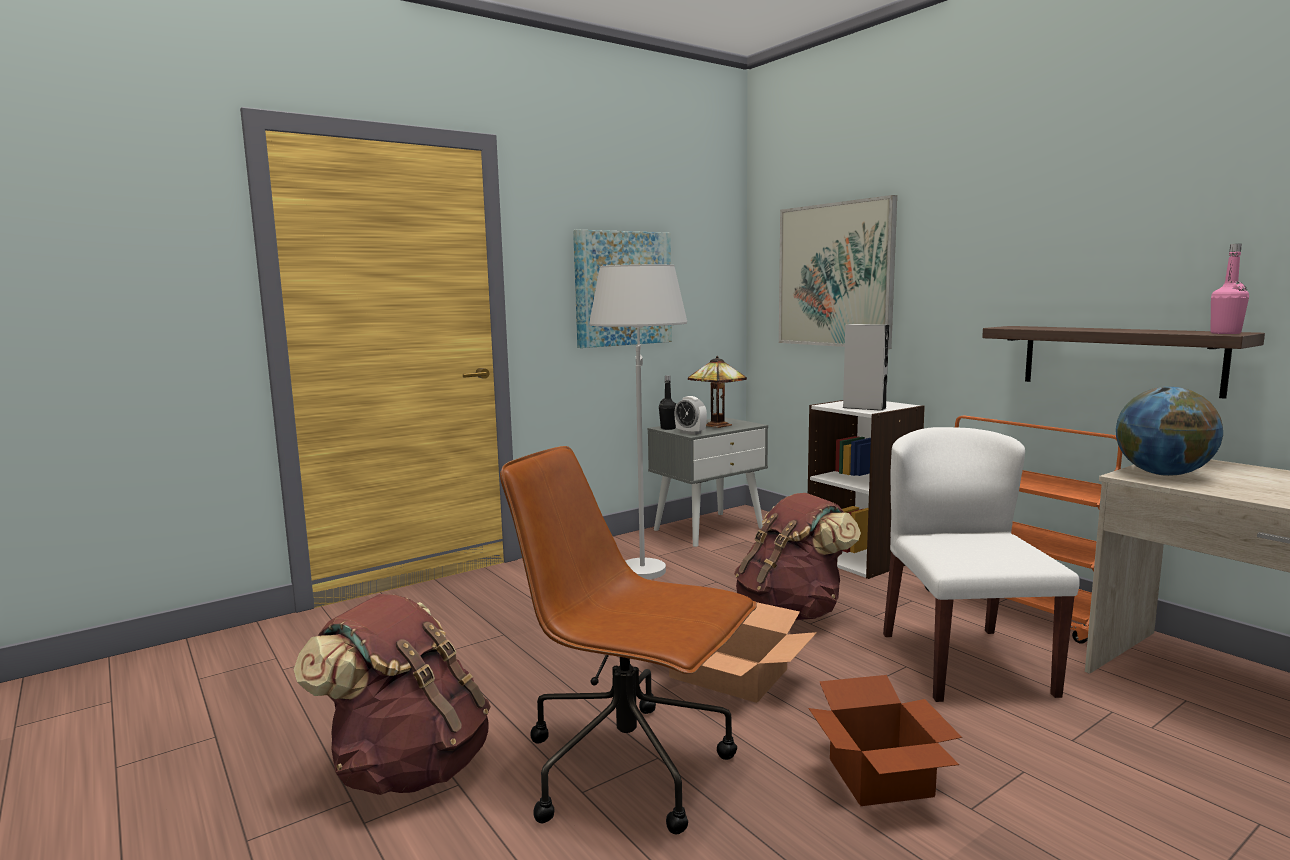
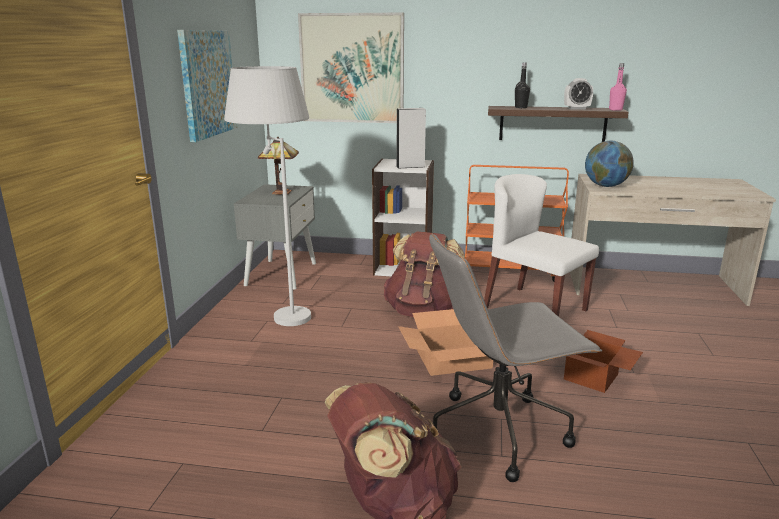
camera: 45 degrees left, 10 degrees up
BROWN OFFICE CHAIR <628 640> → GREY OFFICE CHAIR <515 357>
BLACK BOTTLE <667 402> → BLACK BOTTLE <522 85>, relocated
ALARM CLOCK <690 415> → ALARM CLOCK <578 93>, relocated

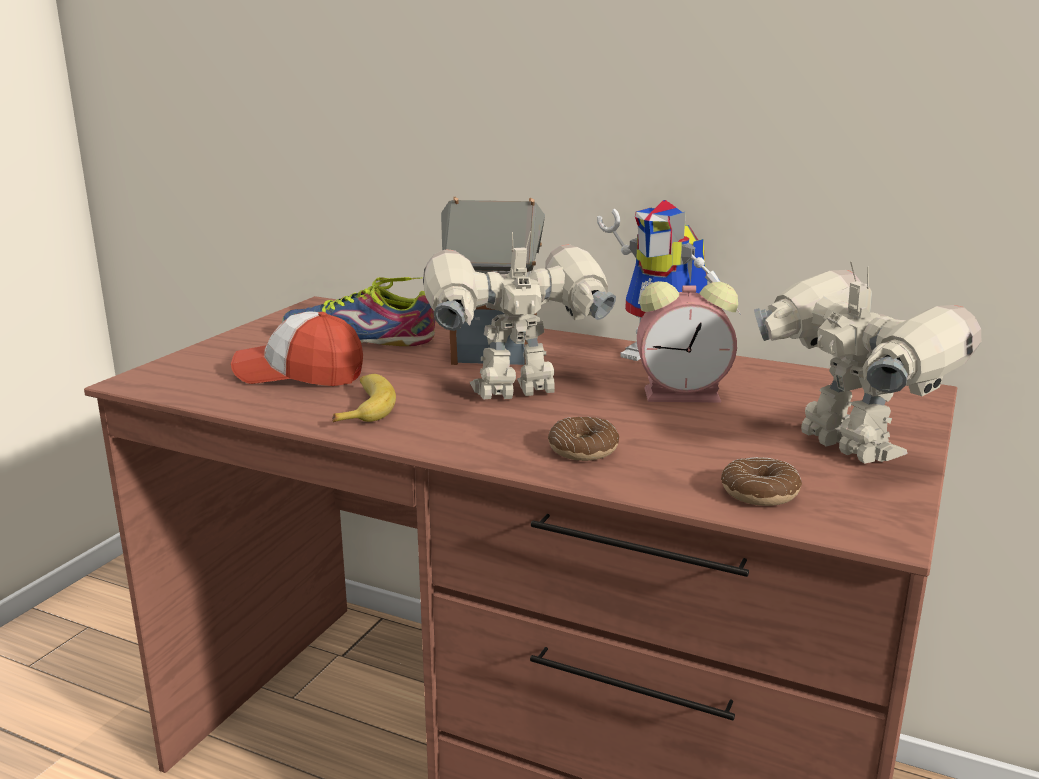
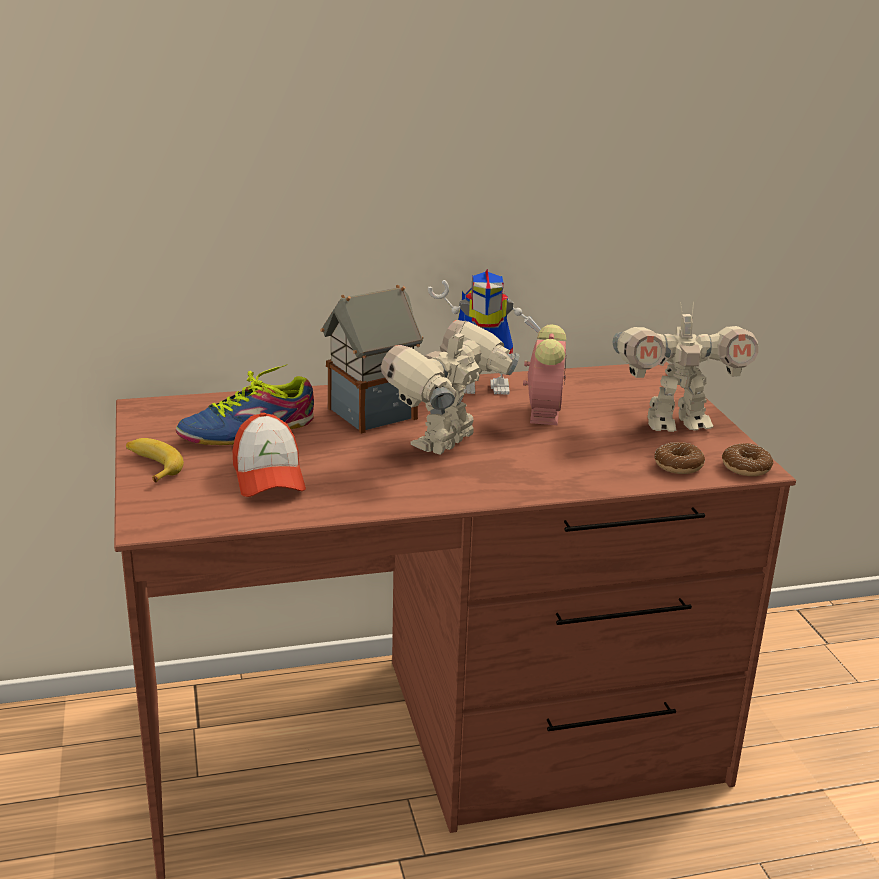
camera: 40 degrees left, 5 degrees up
BANANA <364 398> → BANANA <155 460>, relocated
CAP <297 348> → CAP <269 455>, 75 degrees counterclockwise
ALARM CLOCK <687 341> → ALARM CLOCK <544 374>, 45 degrees counterclockwise
TOY ROBOT <867 363> → TOY ROBOT <685 367>, 150 degrees clockwise
DONUT <583 439> → DONUT <747 459>, relocated

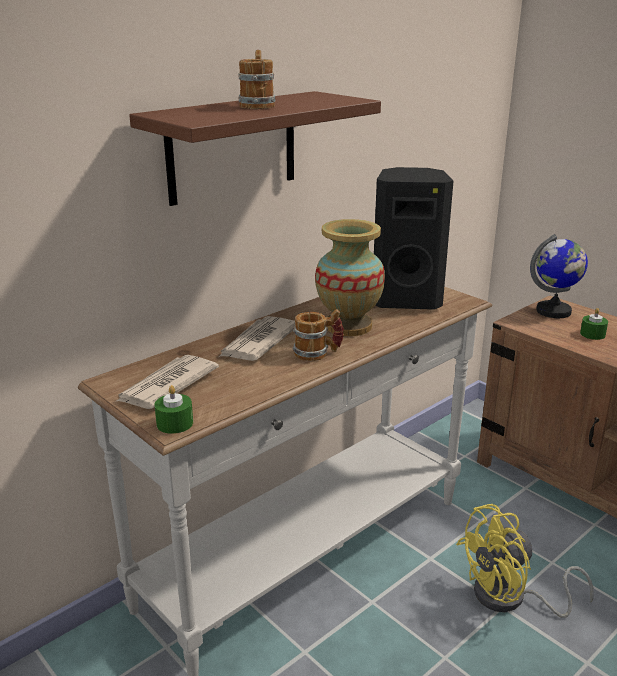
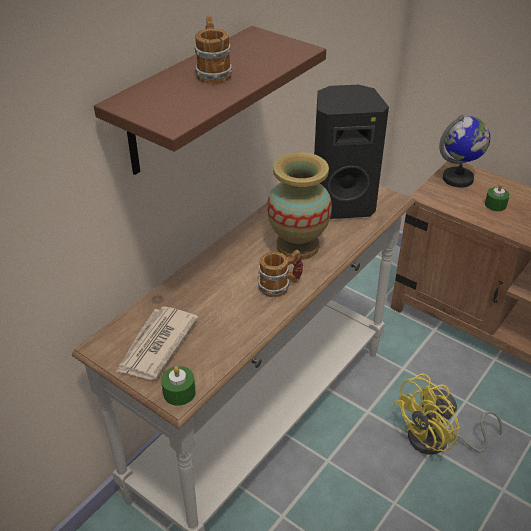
camera: 10 degrees left, 15 degrees up
NEWSPAPER <257 338> → -

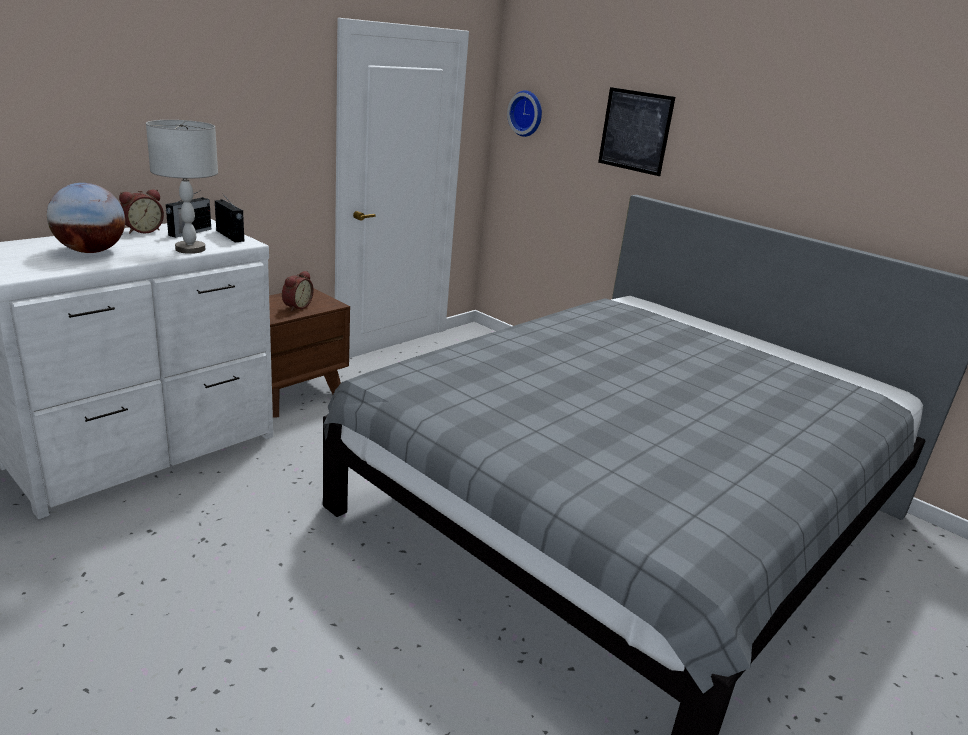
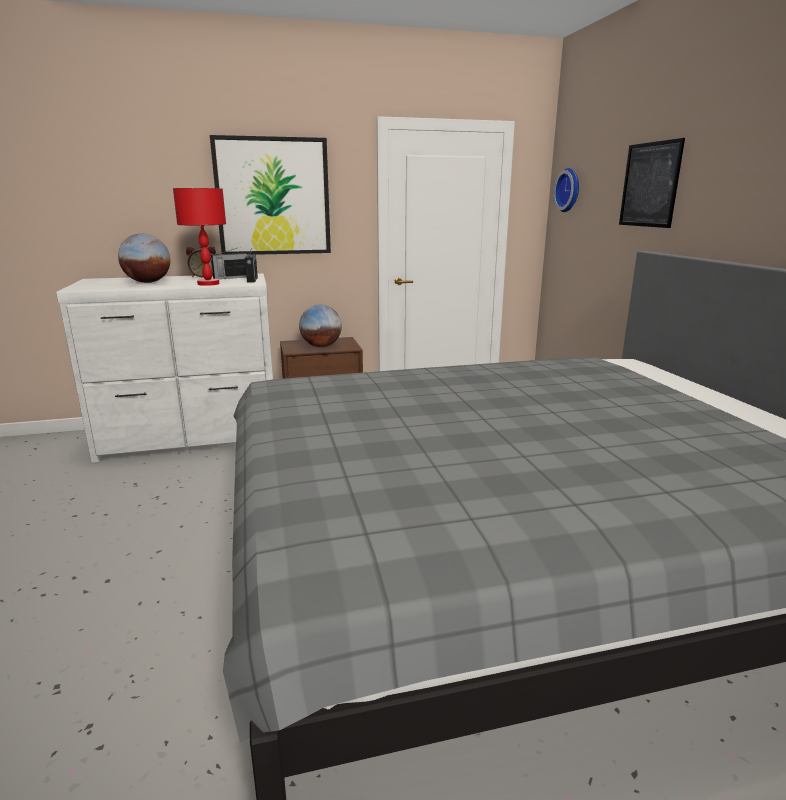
camera: 35 degrees right, 5 degrees down
GREY TABLE LAMP <182 187> → RED TABLE LAMP <199 237>
- → PICTURE <270 195>
ALARM CLOCK <298 291> → GLOBE <320 326>

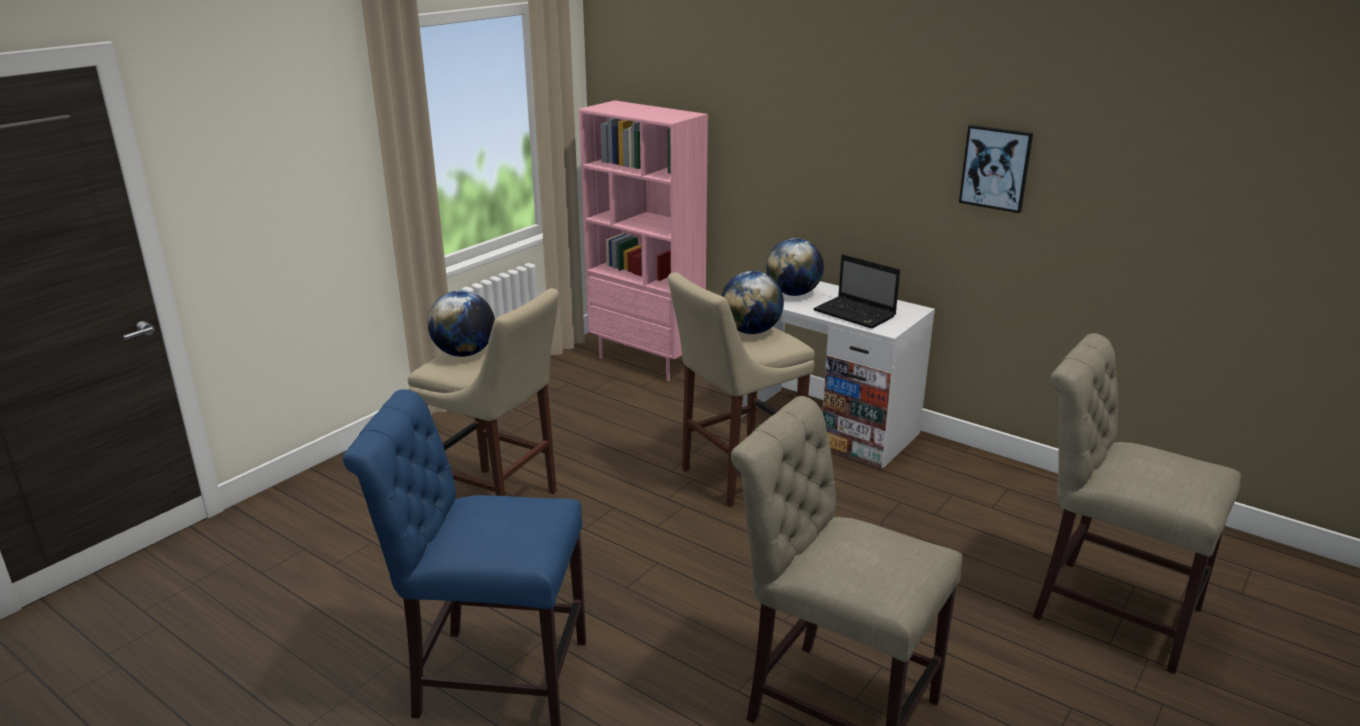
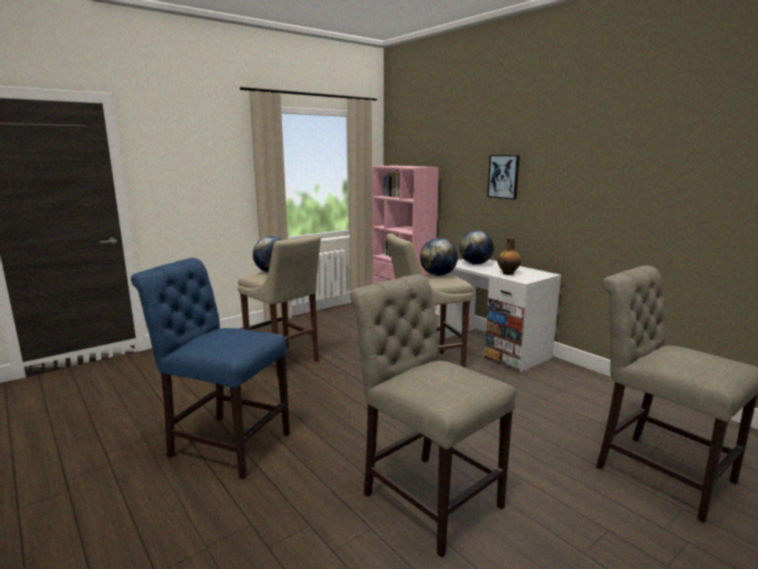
camera: 15 degrees right, 10 degrees down
PICTURE <996 169> → PICTURE <503 177>, relocated
LAPTOP <856 291> → BOTTLE <509 256>

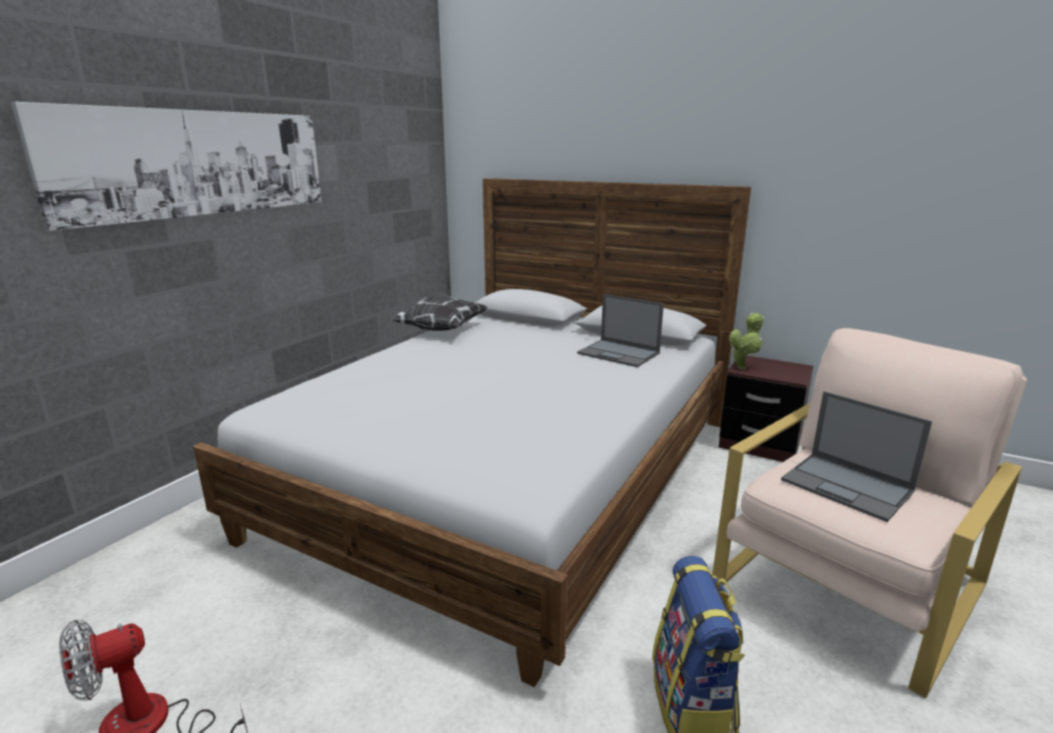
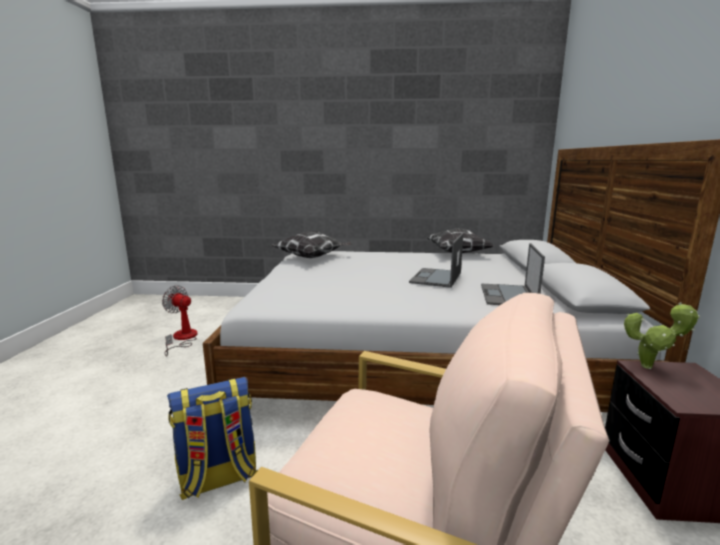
camera: 65 degrees right, 5 degrees down
- → PILLOW <311 244>
LAPTOP <856 456> → LAPTOP <436 260>, relocated
PICTURE <166 166> → -

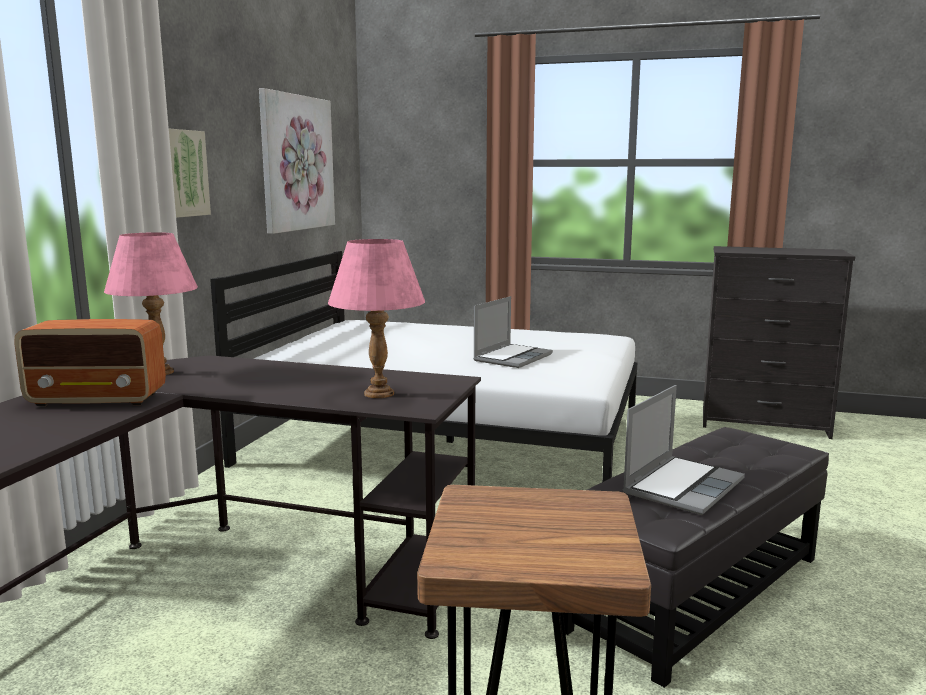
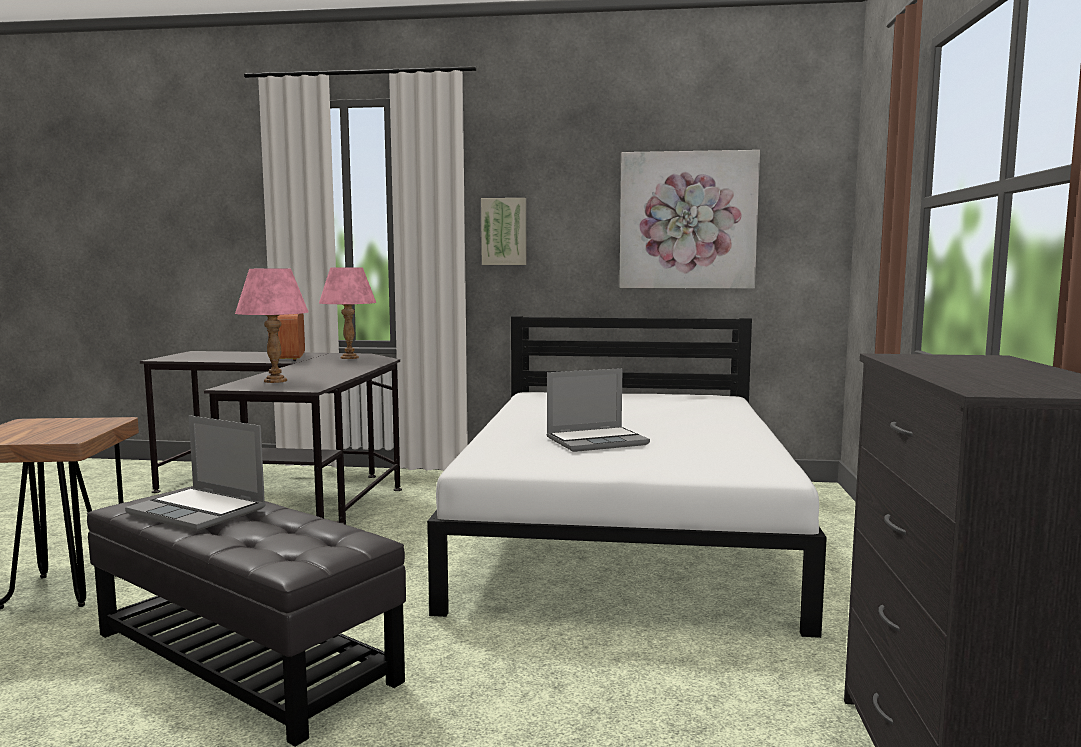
camera: 80 degrees right, 5 degrees down
LAPTOP <513 332> → LAPTOP <598 410>, 45 degrees counterclockwise

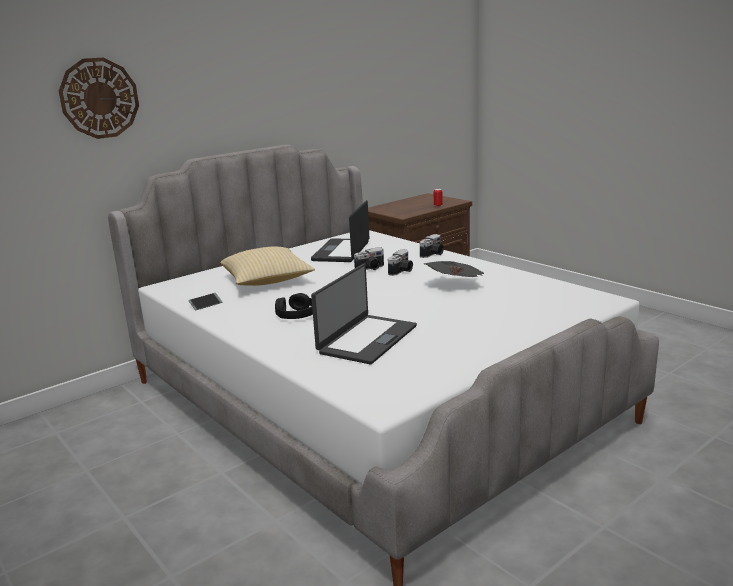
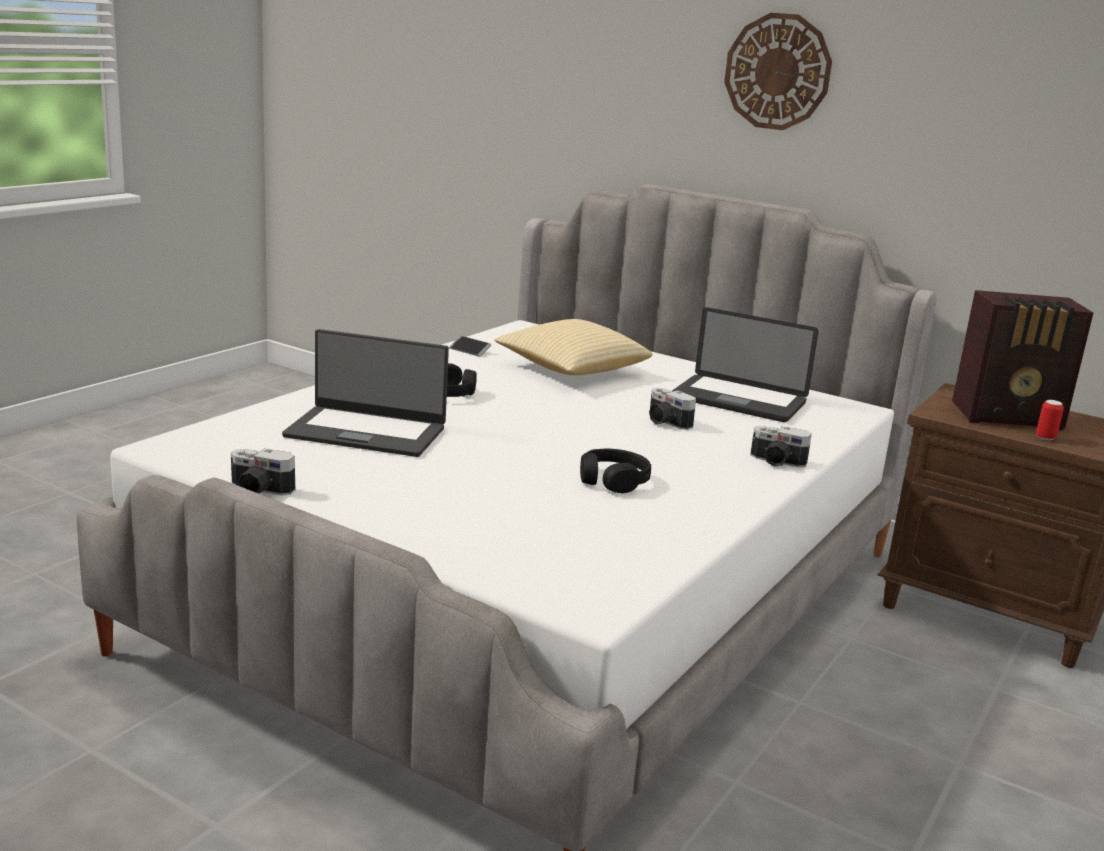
camera: 70 degrees right, 0 degrees up
PHOTO CAMERA <400 262> → PHOTO CAMERA <263 472>, relocated
NEWSPAPER <454 269> → BLACK HEADPHONES <615 471>
LAPTOP <340 231> → LAPTOP <745 364>, 150 degrees counterclockwise
WALL CLOCK <99 98> → WALL CLOCK <778 71>, relocated
- → RADIO <1022 360>

